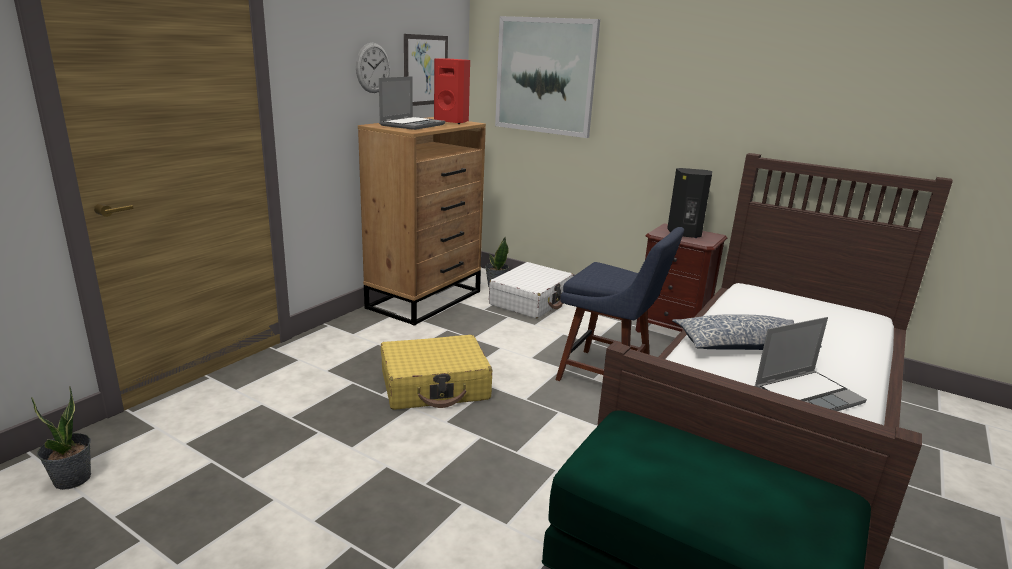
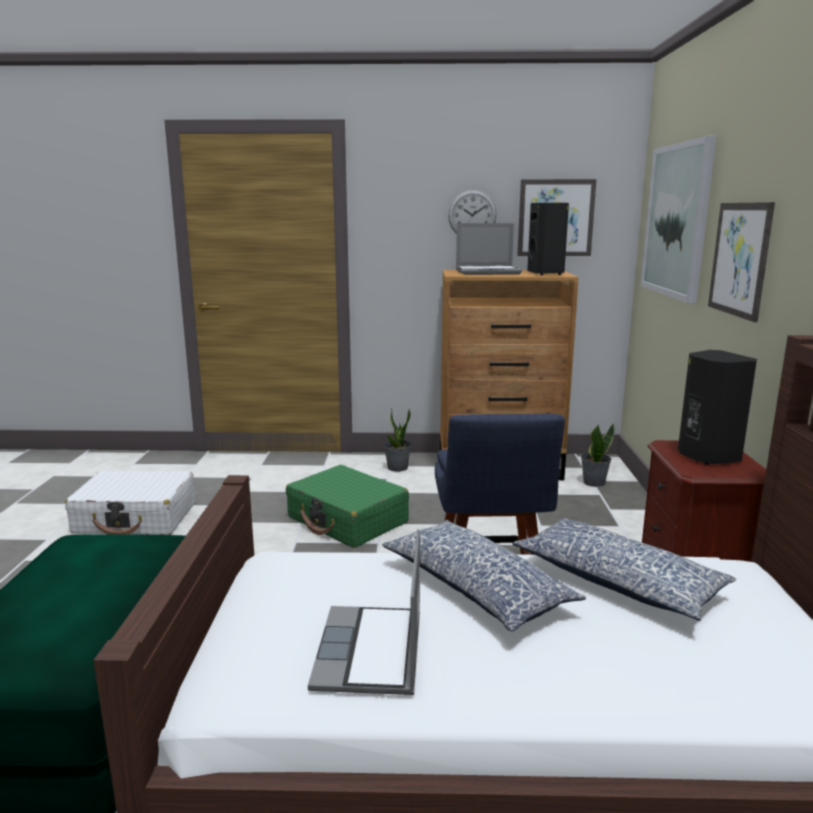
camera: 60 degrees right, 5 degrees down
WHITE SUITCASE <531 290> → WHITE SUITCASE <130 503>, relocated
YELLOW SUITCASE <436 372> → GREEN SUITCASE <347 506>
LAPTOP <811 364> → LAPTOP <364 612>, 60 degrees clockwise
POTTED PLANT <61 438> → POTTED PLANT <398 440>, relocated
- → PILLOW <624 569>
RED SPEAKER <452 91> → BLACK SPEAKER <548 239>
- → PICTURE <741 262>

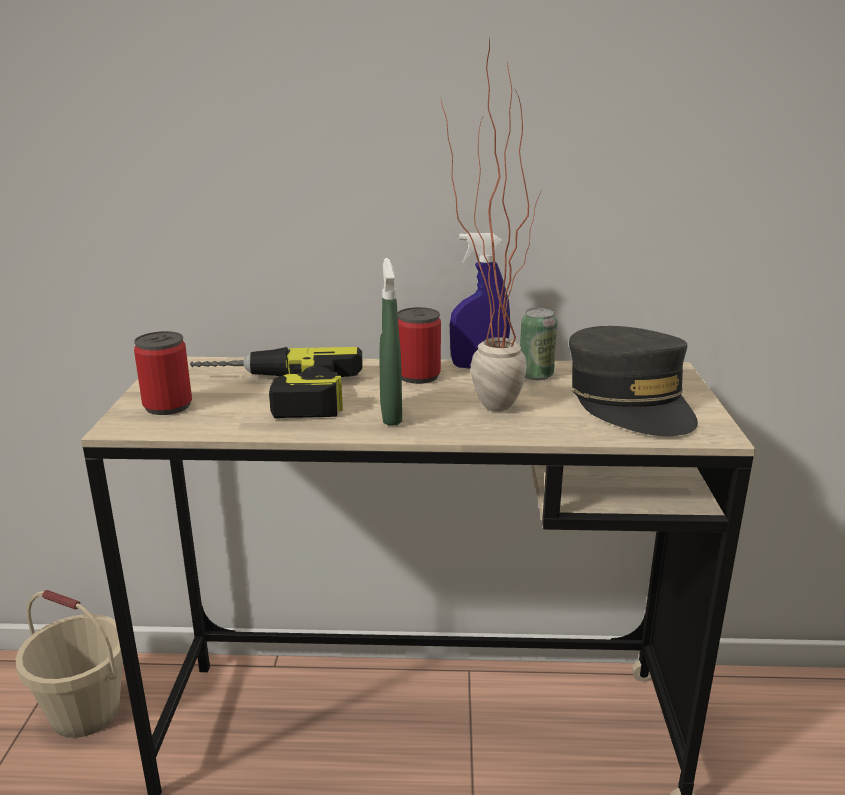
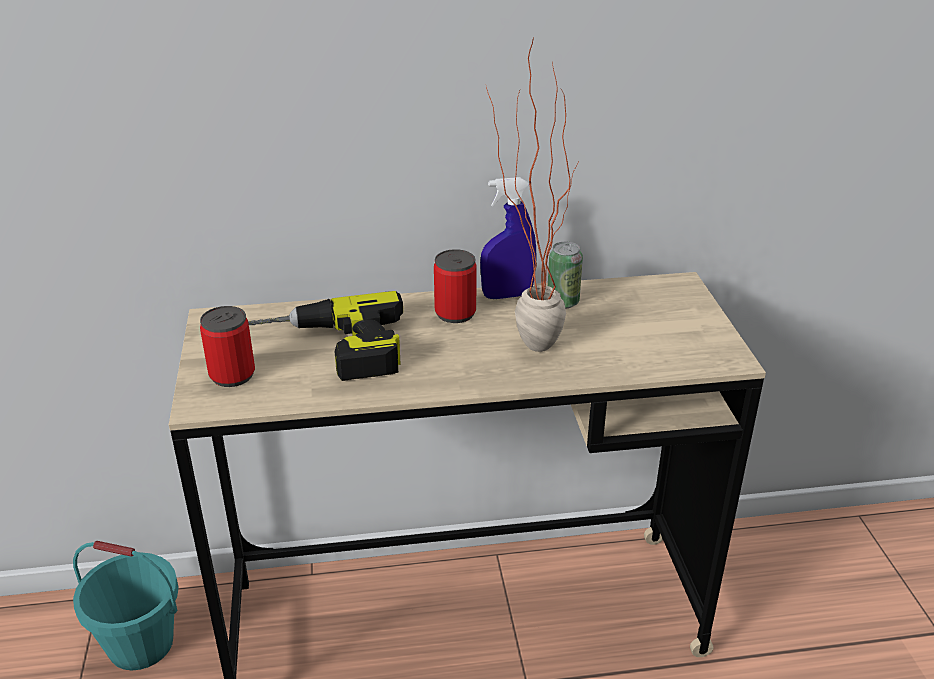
camera: 10 degrees left, 10 degrees up
BEIGE BUCKET <69 664> → TURQUOISE BUCKET <126 606>
GREEN SPRAY BOTTLE <390 342> → -
GREY CAP <633 381> → -

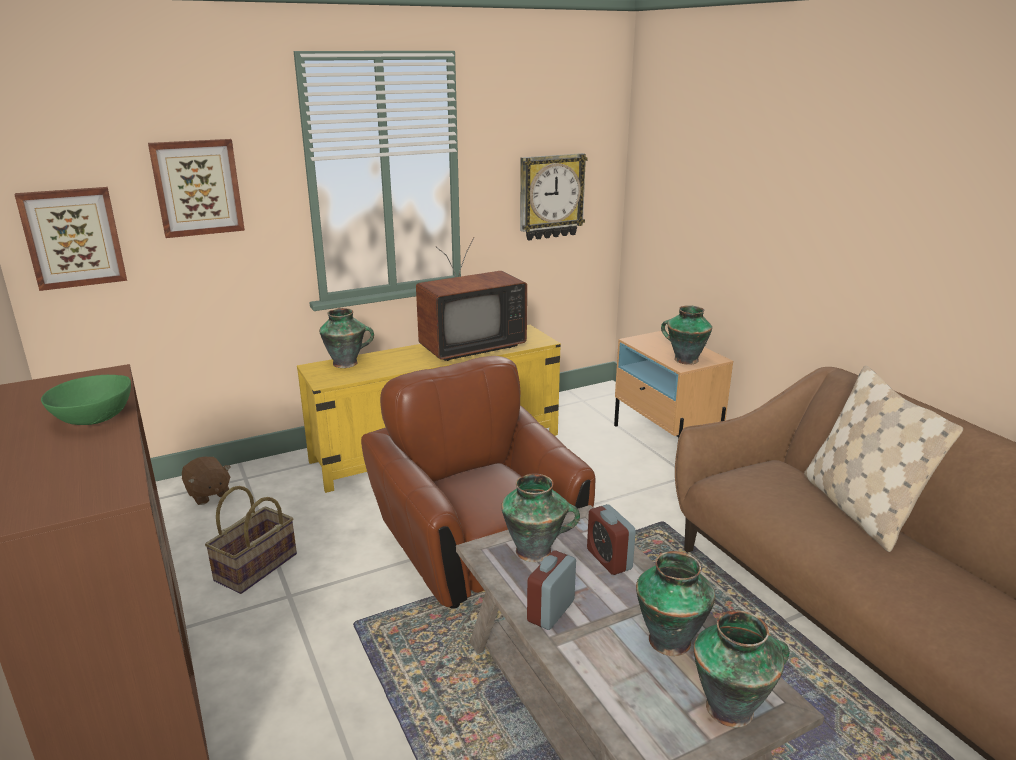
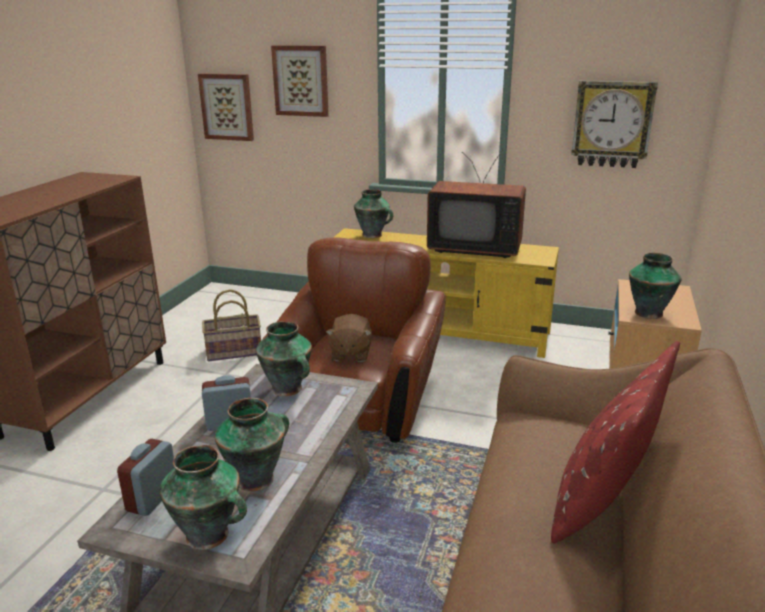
camera: 45 degrees right, 0 degrees up
ALARM CLOCK <611 539> → ALARM CLOCK <146 477>, relocated
BROWN PLUSH TOY <206 481> → BROWN PLUSH TOY <349 338>, relocated
BEIGE PILLOW <883 458> → RED PILLOW <615 442>
GREEN BOWL <86 400> → -

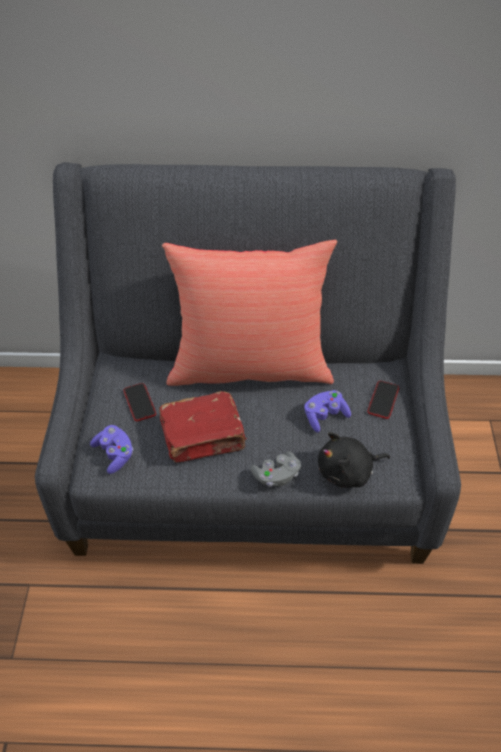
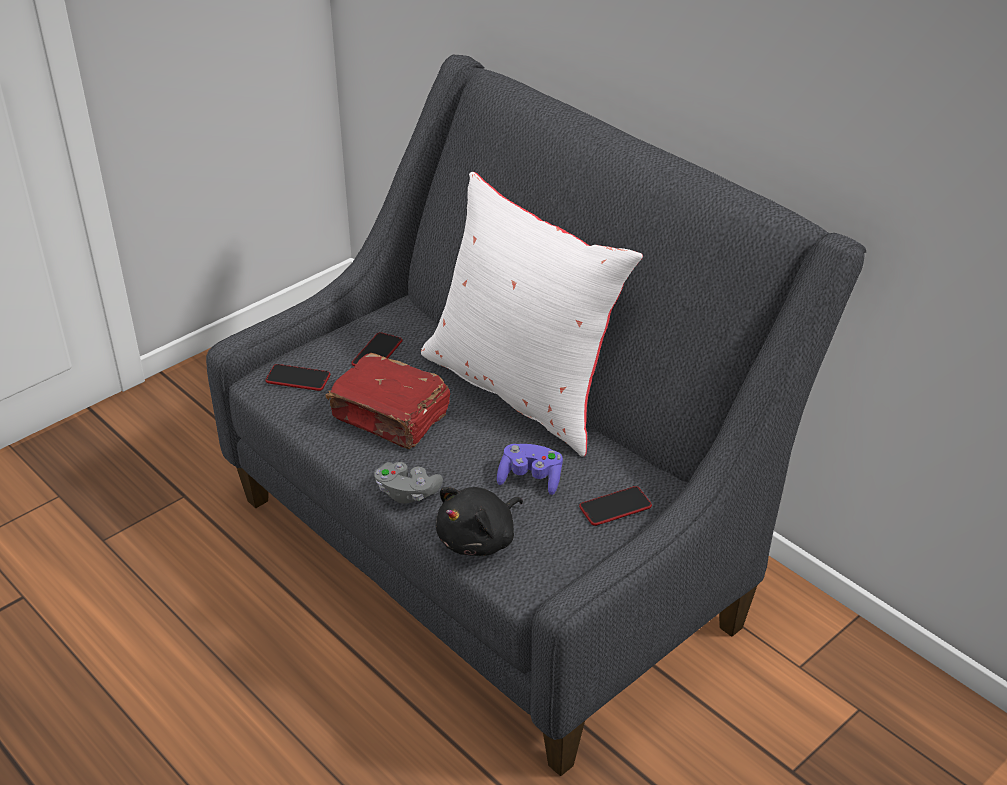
camera: 45 degrees right, 10 degrees down
PURPLE GAME CONTROLLER <111 449> → PHONE <298 377>
RED PILLOW <249 313> → WHITE PILLOW <532 314>
BLACK PLUSH TOY <354 460> → BLACK PLUSH TOY <479 521>, 75 degrees counterclockwise

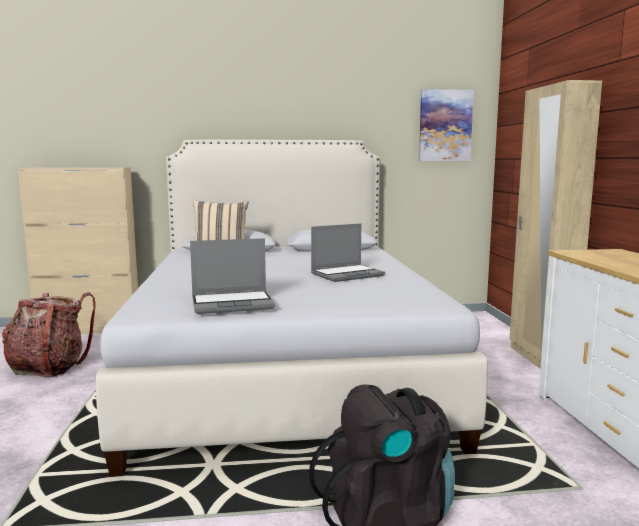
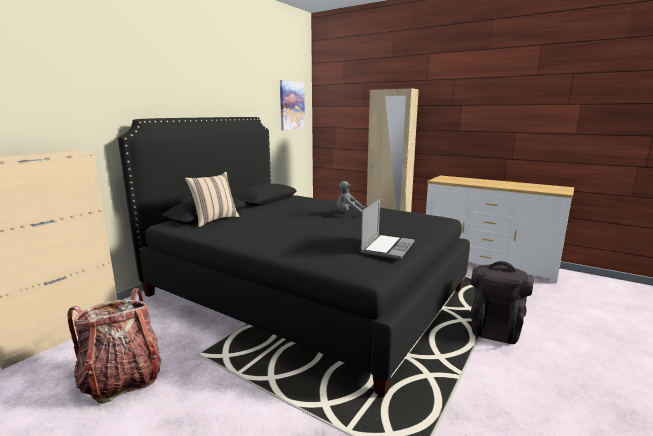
camera: 50 degrees left, 5 degrees up
WHITE BED <292 308> → BLACK BED <294 257>
LAPTOP <348 252> → GREY PLUSH TOY <351 198>

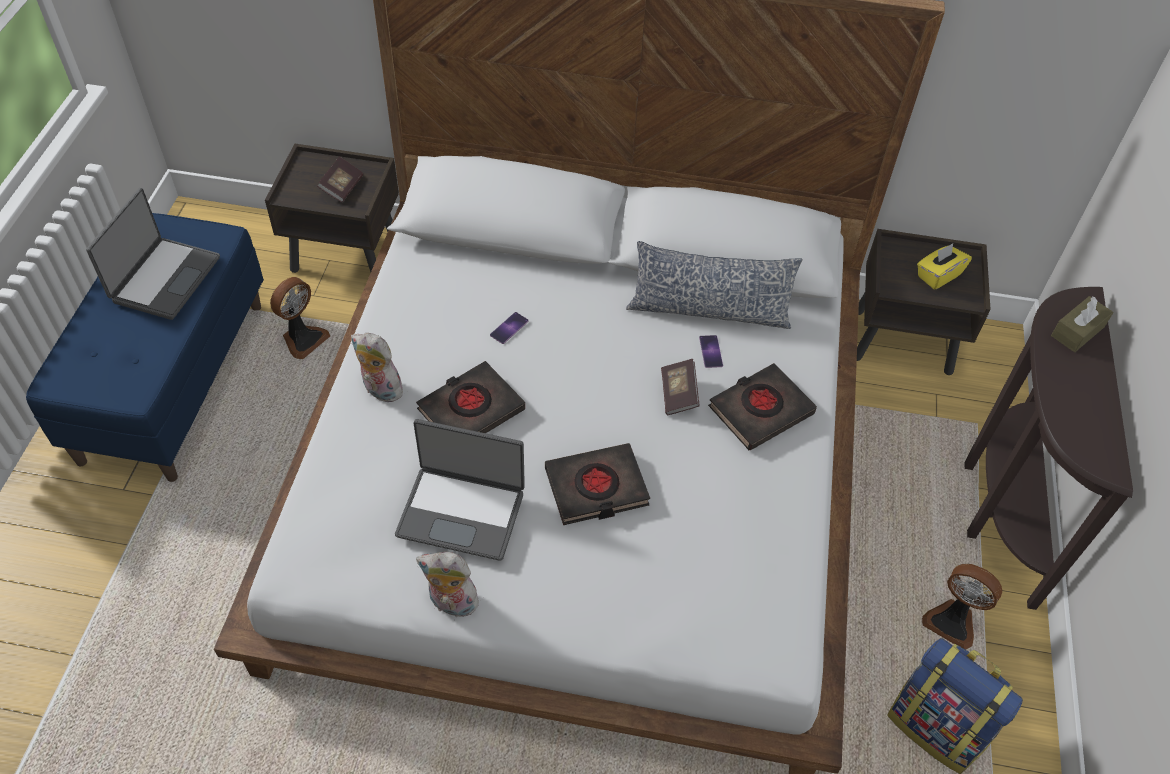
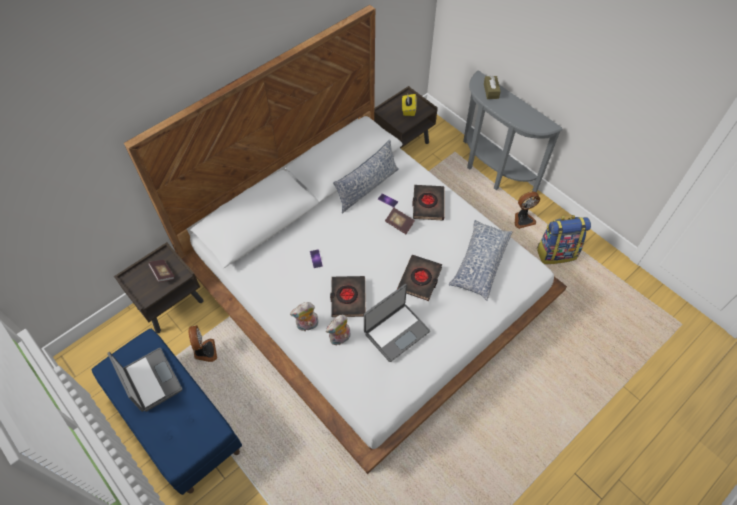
camera: 50 degrees left, 5 degrees up
PLUSH TOY <449 584> → PLUSH TOY <338 330>, relocated
- → PILLOW <481 260>
BROWN CONSOLE TABLE <1048 448> → GREY CONSOLE TABLE <513 131>

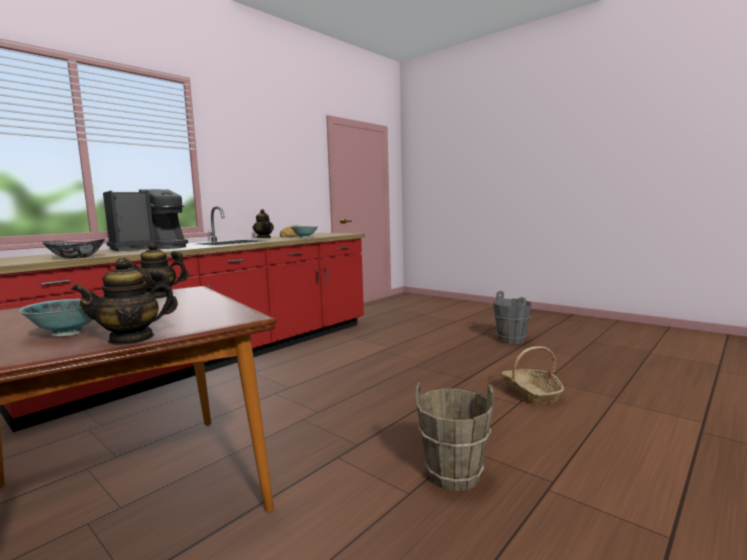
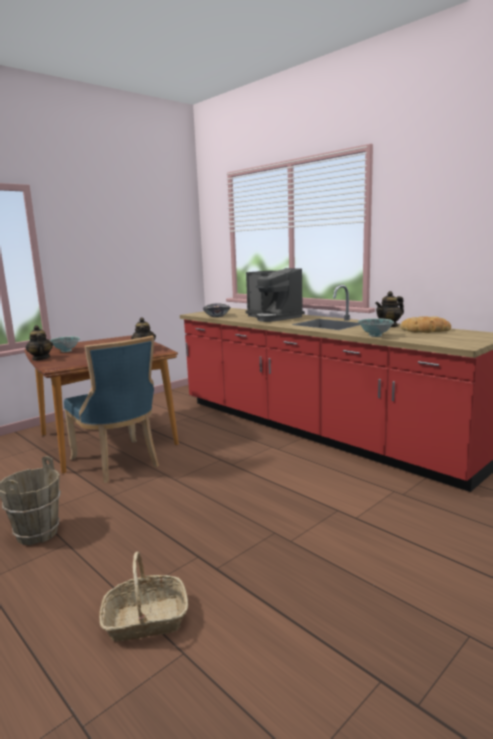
camera: 95 degrees right, 5 degrees up
- → BLUE CHAIR <111 409>
GREY BUCKET <512 317> → -

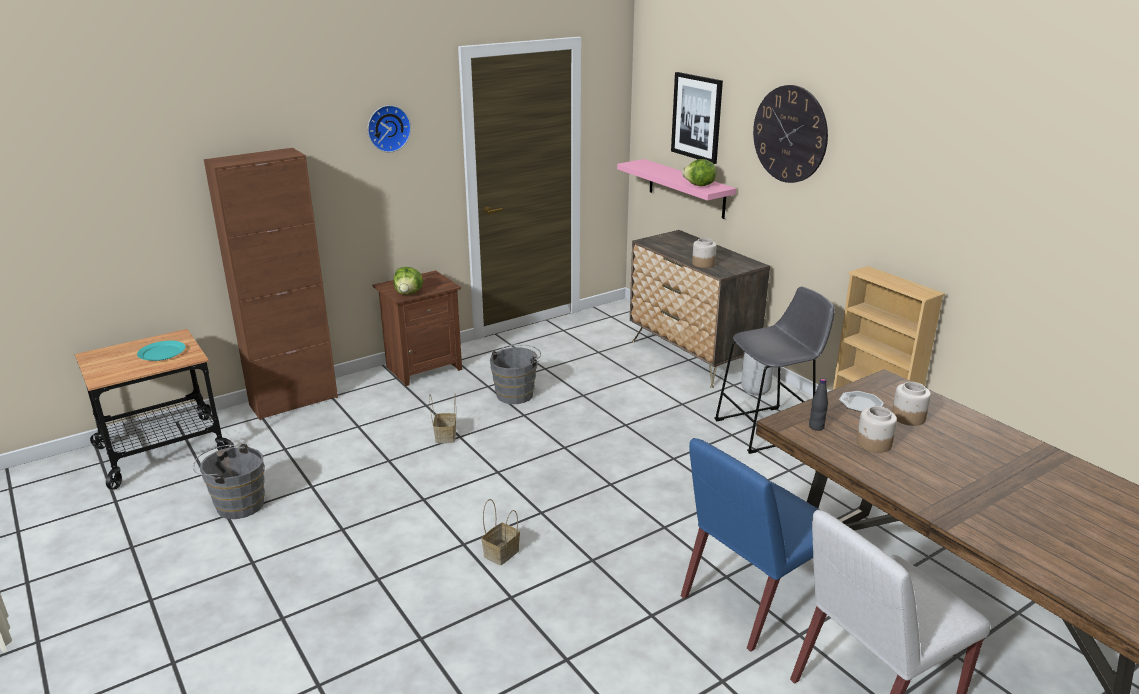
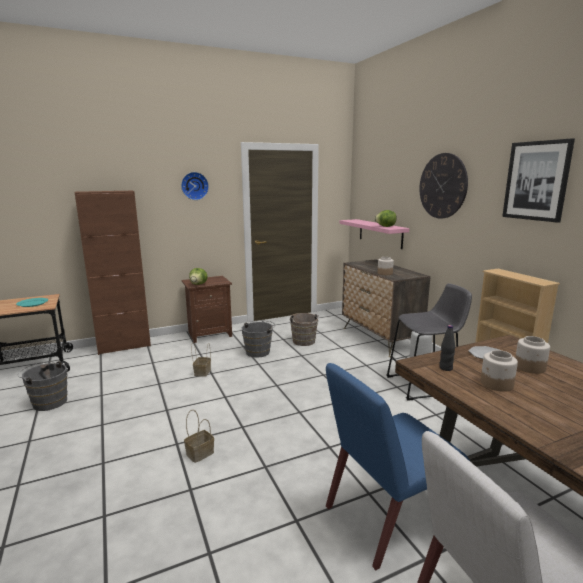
camera: 10 degrees right, 10 degrees down
- → BROWN BUCKET <305 329>
PICTURE <697 118> → PICTURE <538 180>, relocated

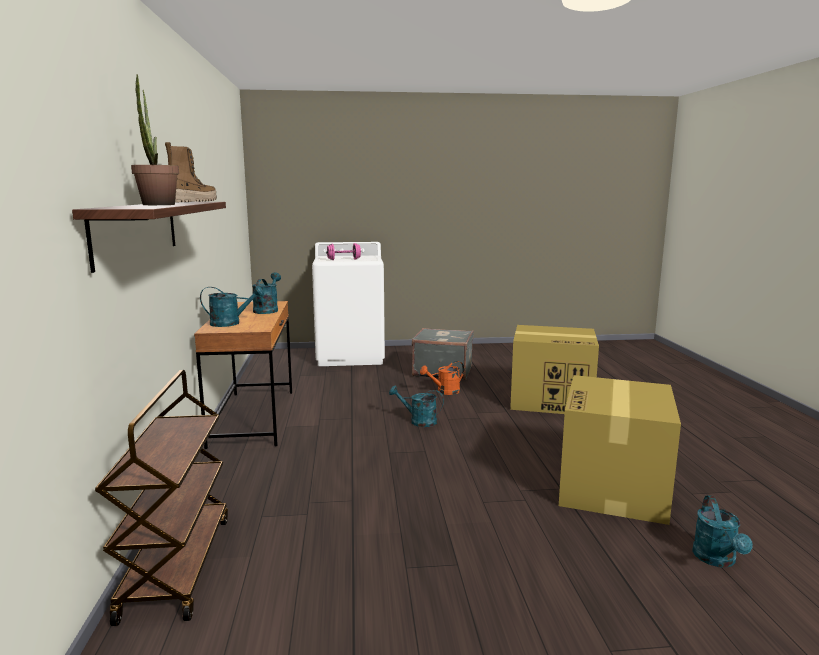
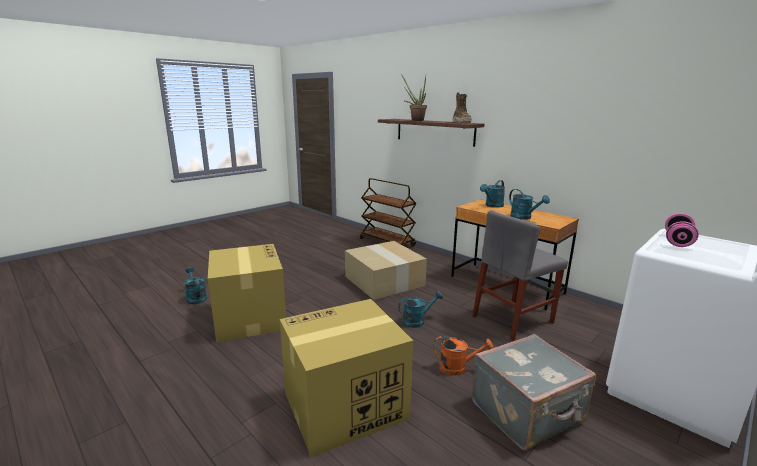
camera: 140 degrees right, 5 degrees up
- → CARDBOARD BOX <386 270>
ORANGE WATERING CAN <442 378> → ORANGE WATERING CAN <463 356>, 75 degrees clockwise
- → GREY CHAIR <520 275>

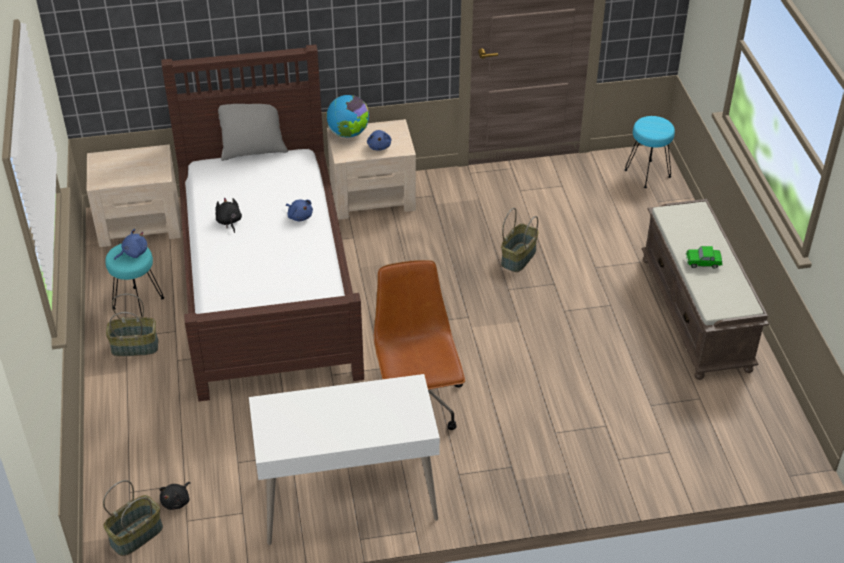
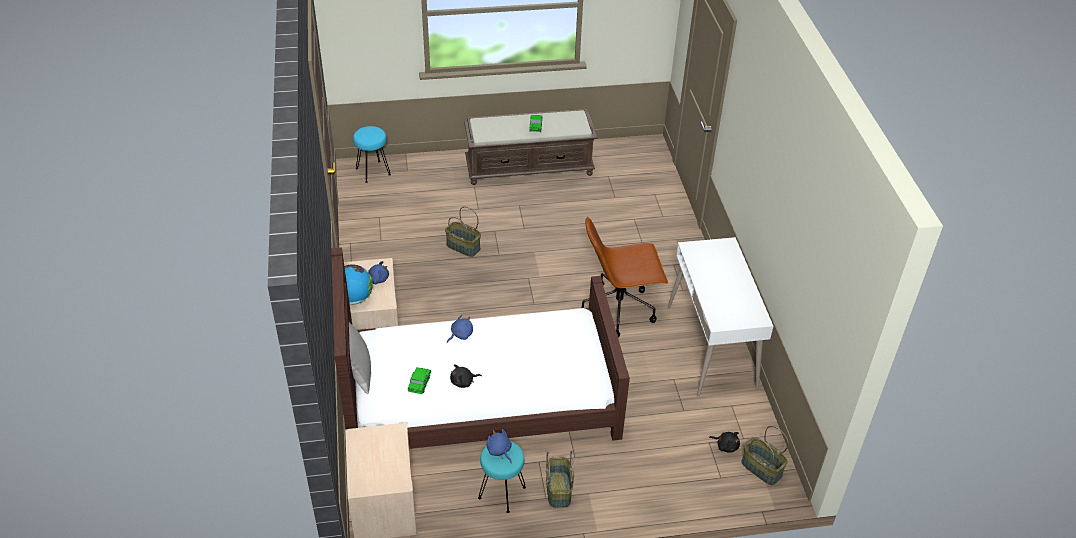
camera: 90 degrees left, 0 degrees up
- → TOY CAR <419 380>

